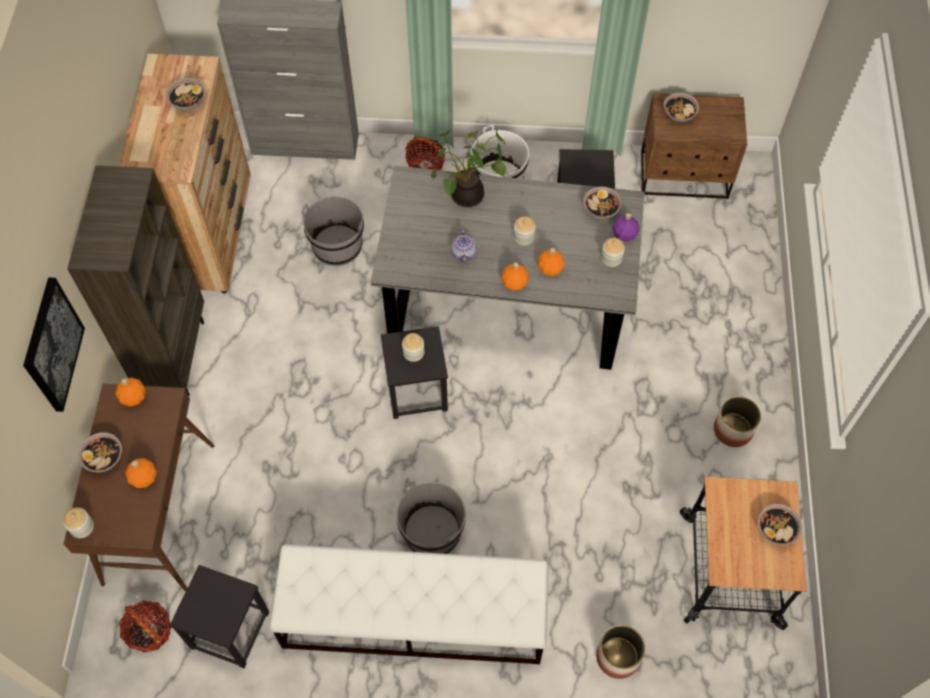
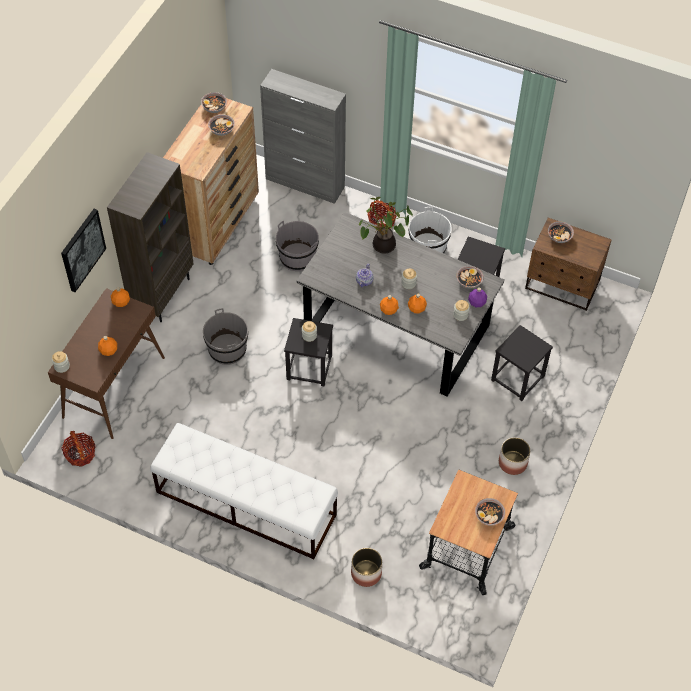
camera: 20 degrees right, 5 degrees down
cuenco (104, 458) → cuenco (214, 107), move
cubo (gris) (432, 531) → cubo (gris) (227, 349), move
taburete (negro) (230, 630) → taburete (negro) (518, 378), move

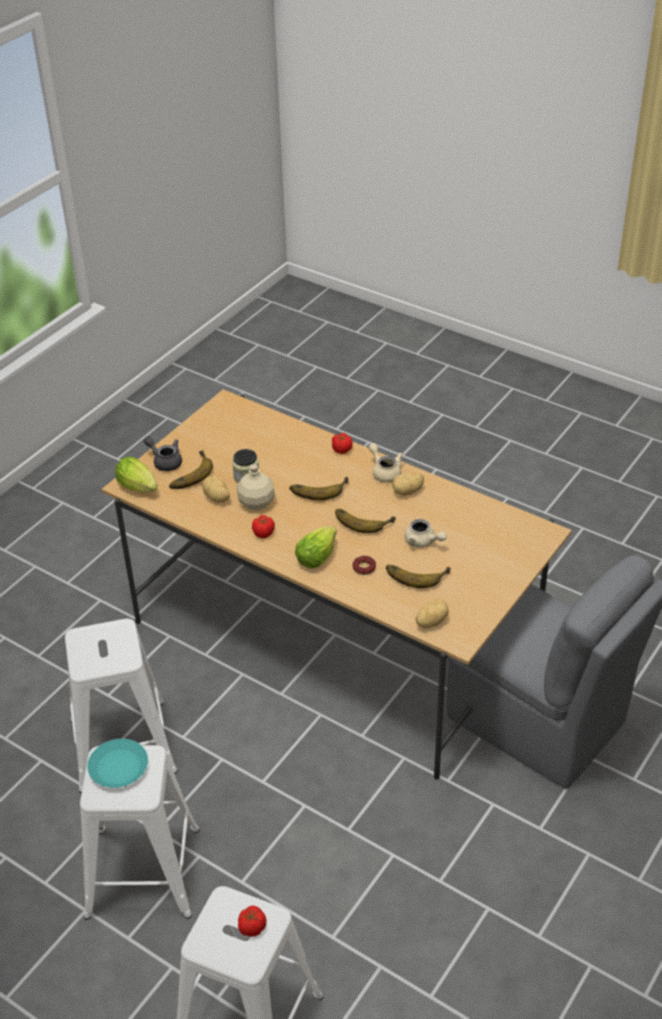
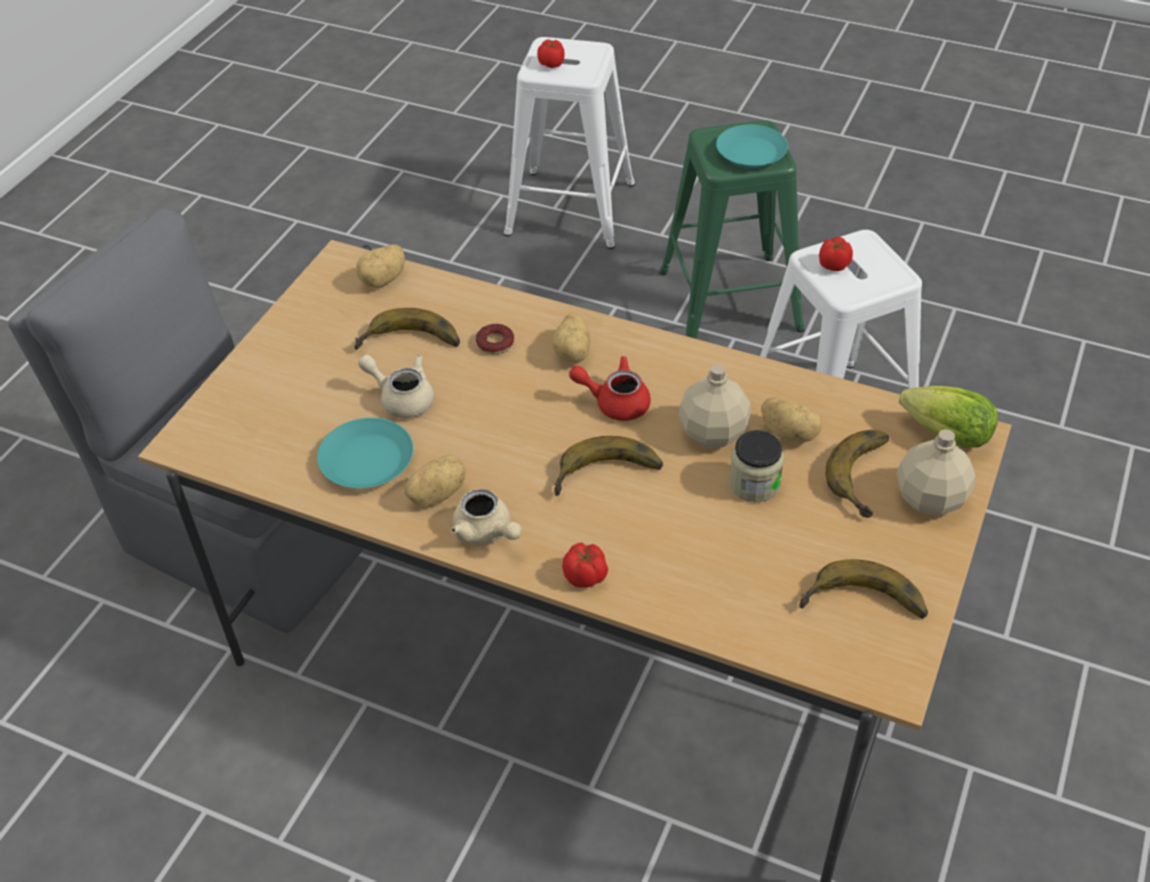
camera: 170 degrees right, 5 degrees up
tetera (gris) (165, 461) → botella (beis) (931, 498)
plátano (363, 520) → plátano (863, 607), move
tomate (264, 533) → tomate (833, 265), move
lechuga (318, 556) → patata (573, 352)
taburete (blanco) (142, 870) → taburete (verde) (732, 301)
- → tetera (rojo) (615, 402)
- → plato (turquesa) (367, 461)

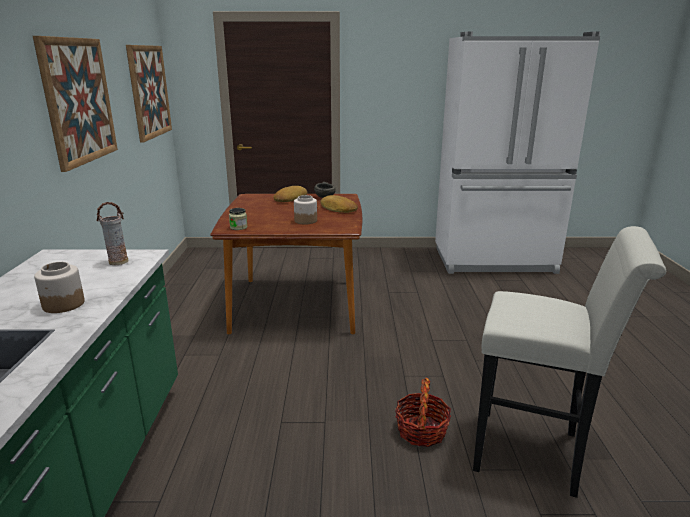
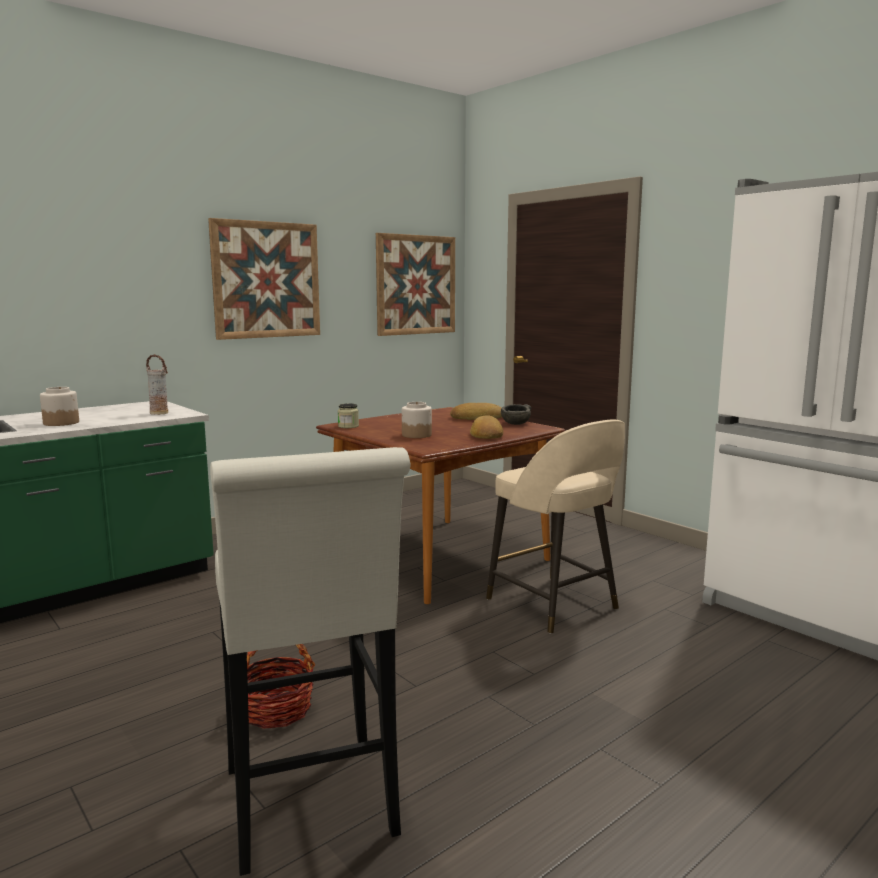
camera: 50 degrees right, 10 degrees down
- → taburete (beis) (554, 605)

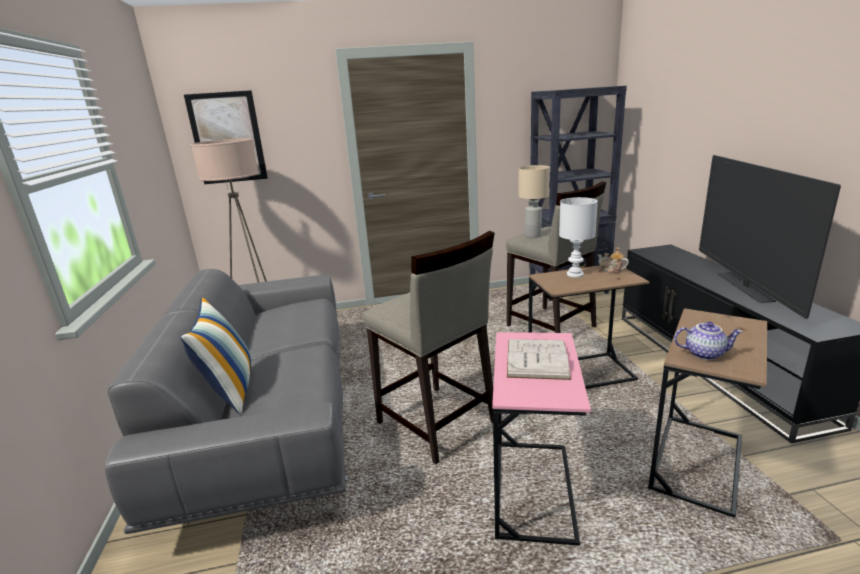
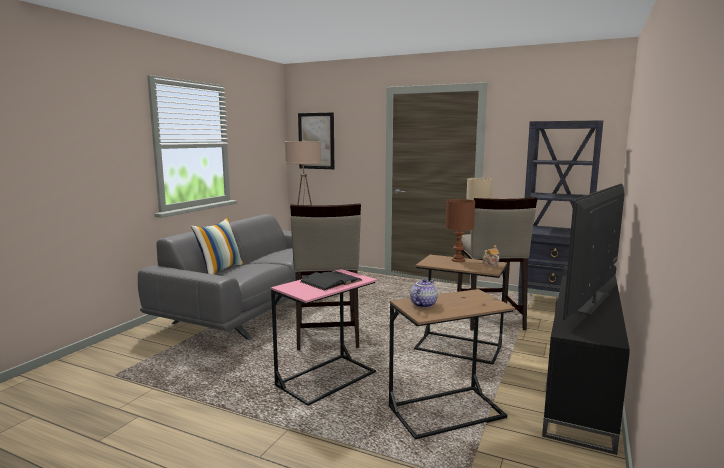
camera: 35 degrees right, 10 degrees down
lámpara de mesa (blanco) (575, 274) → lámpara de mesa (marrón) (458, 260)
tetera (704, 353) → tetera (422, 304), 105 degrees counterclockwise
libro (blanco) (537, 358) → libro (negro) (331, 281)

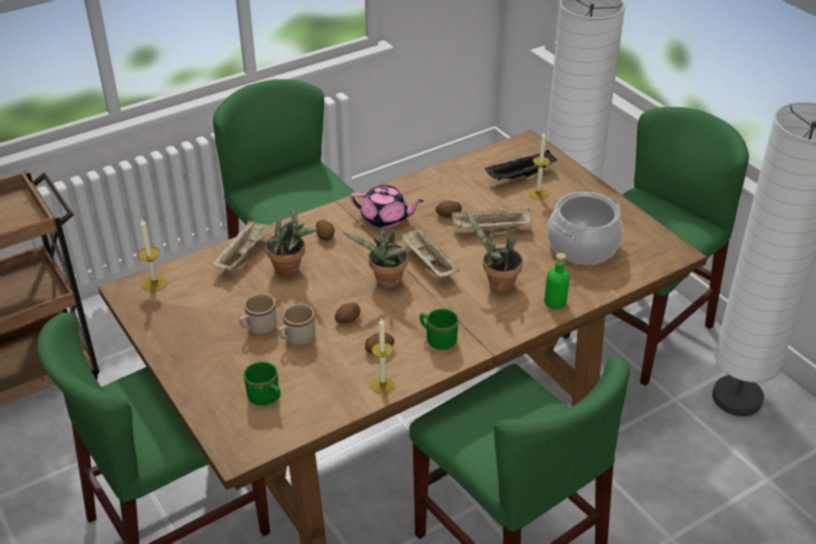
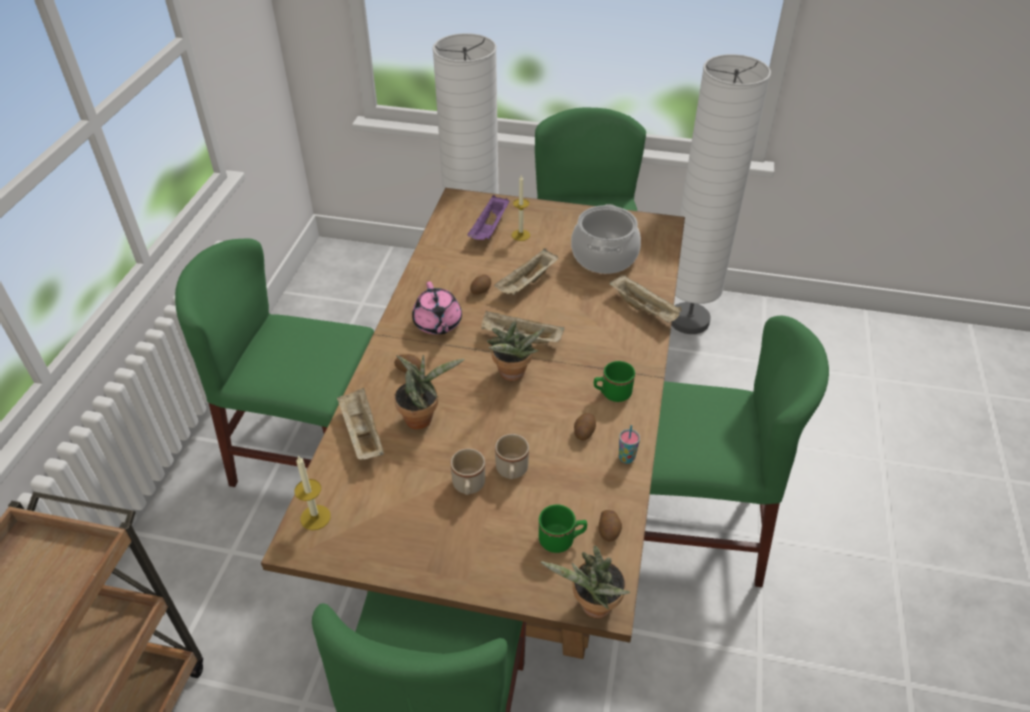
camera: 45 degrees left, 5 degrees up
bandeja (negro) (520, 177) → bandeja (morado) (489, 229)
tetera (rosa) (386, 219) → tetera (rosa) (437, 324), 105 degrees clockwise
planta en maceta (497, 284) → planta en maceta (592, 607), move
botella (verde) (555, 302) → bandeja (beis) (644, 309)
patata (348, 319) → patata (609, 531), move
vela (382, 385) → taza (626, 458)

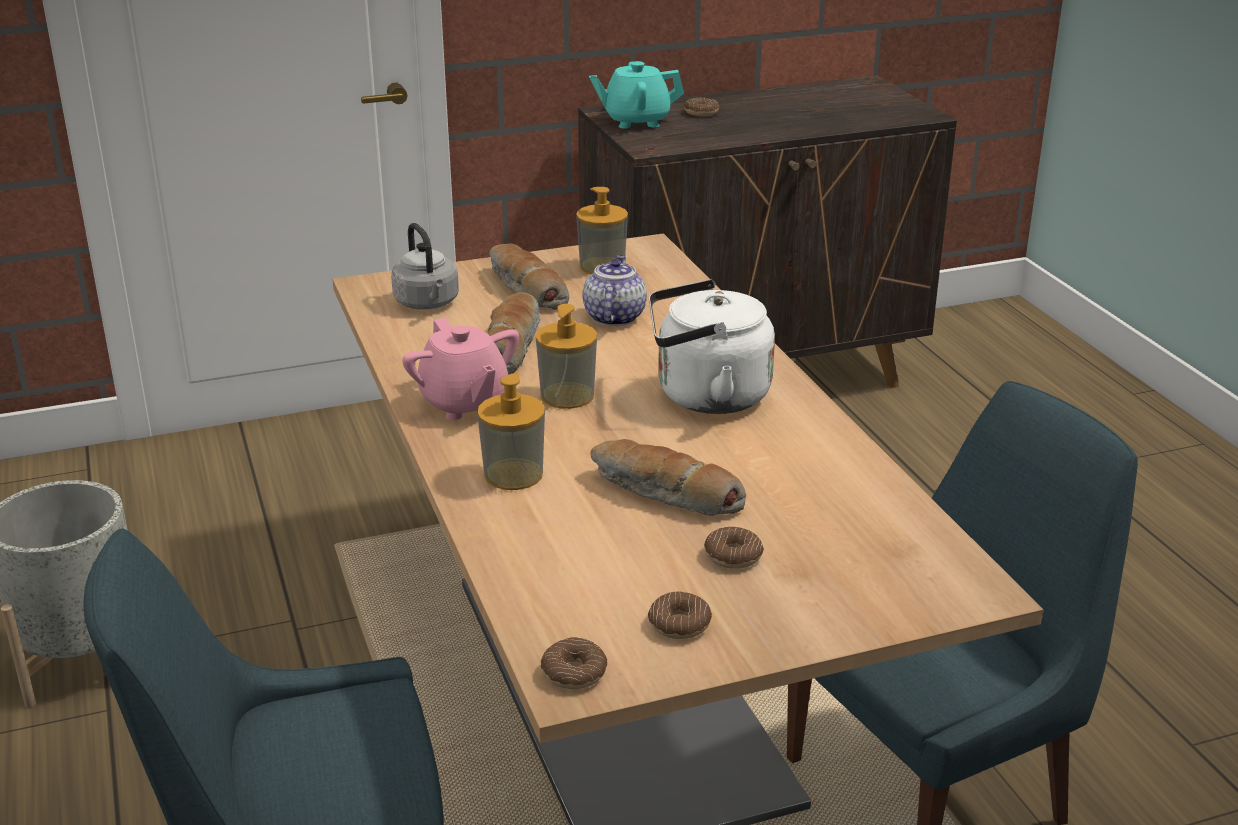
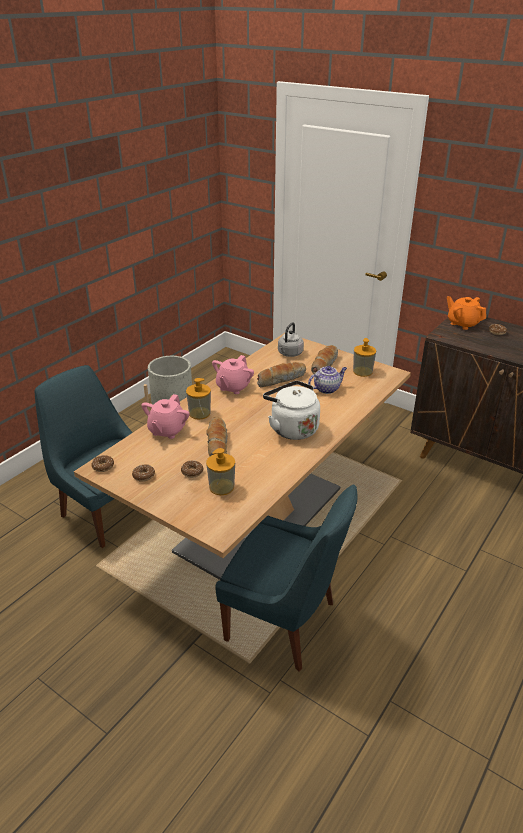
camera: 55 degrees right, 5 degrees up
tetera (turquesa) (636, 121) → tetera (naranja) (463, 324)
dispensador de jabón (567, 395) → dispensador de jabón (221, 487), move
- → tetera (rosa) (167, 430)

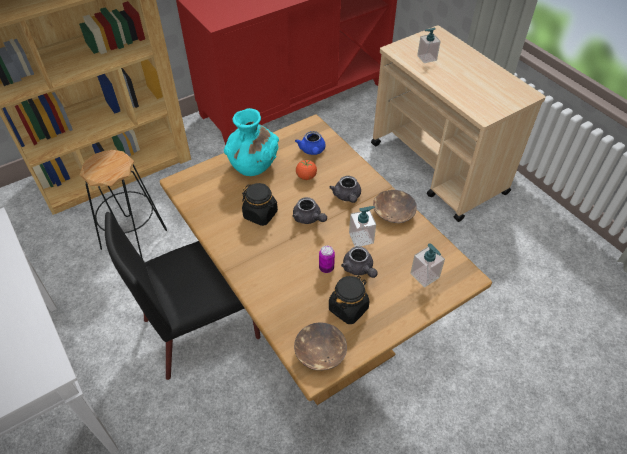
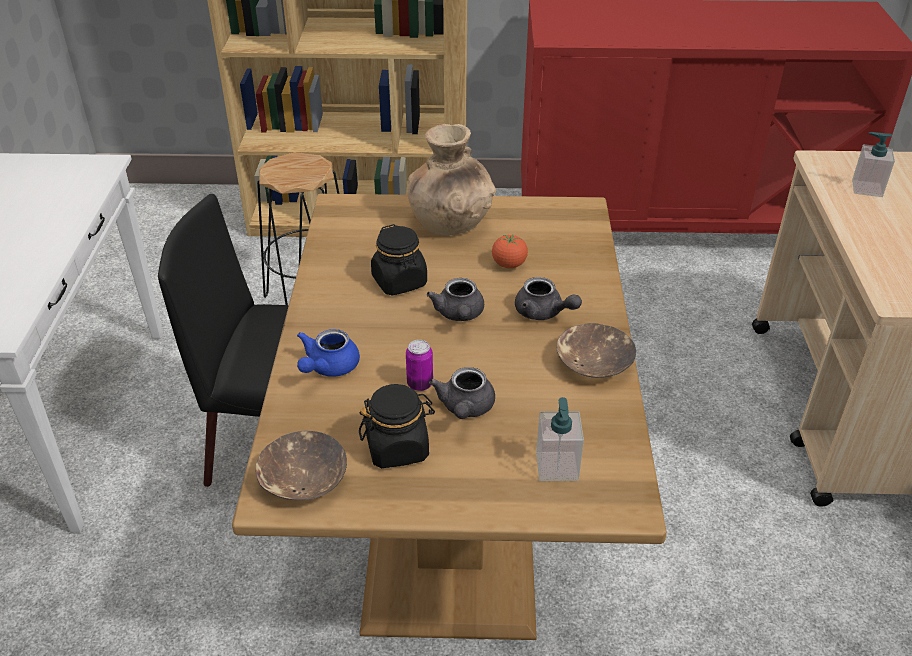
camera: 35 degrees right, 10 degrees down
florero (turquesa) (253, 165) → florero (marrón) (450, 223)
tetera (azul) (312, 151) → tetera (azul) (328, 367), move
tetera (gris) (347, 197) → tetera (gris) (543, 313), 75 degrees counterclockwise
dispensador de jabón (361, 238) → -

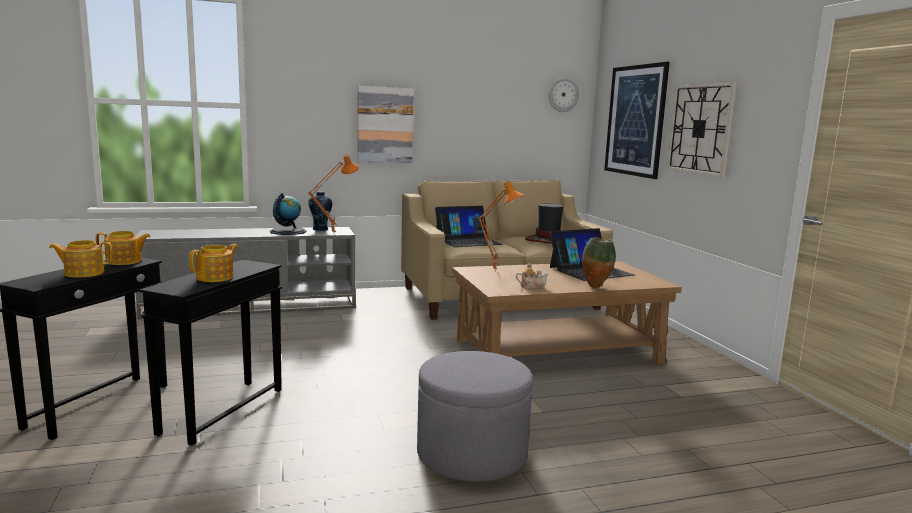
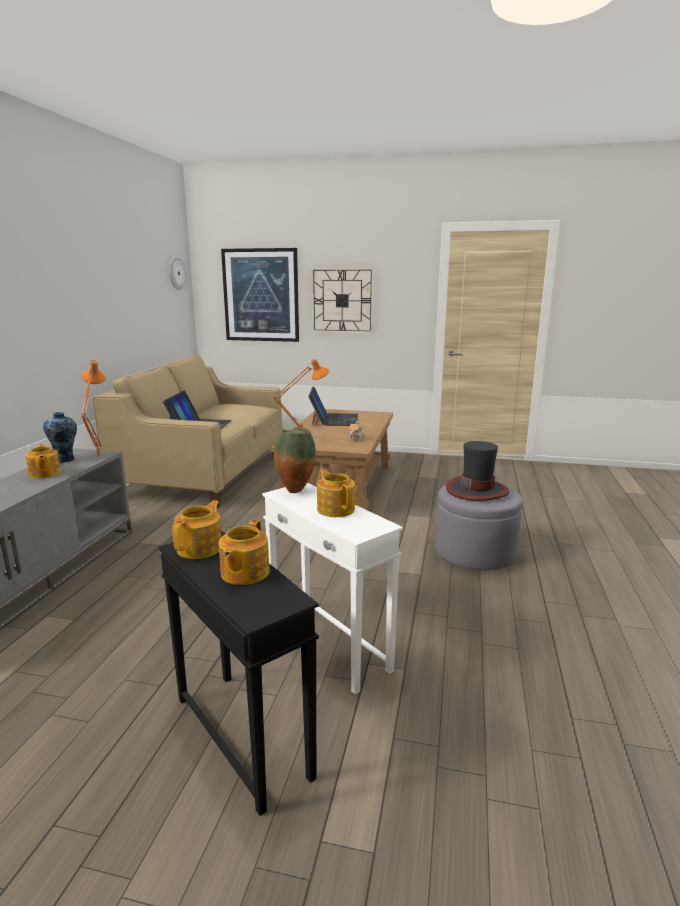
camera: 60 degrees left, 5 degrees up
cuadro (385, 125) → -
globo terráqueo (288, 231) → tetera (44, 473)
sombrero (548, 240) → sombrero (477, 490), move
florero (596, 287) → florero (295, 491), move
mesa auxiliar (negro) (221, 410) → mesa auxiliar (blanco) (327, 646)

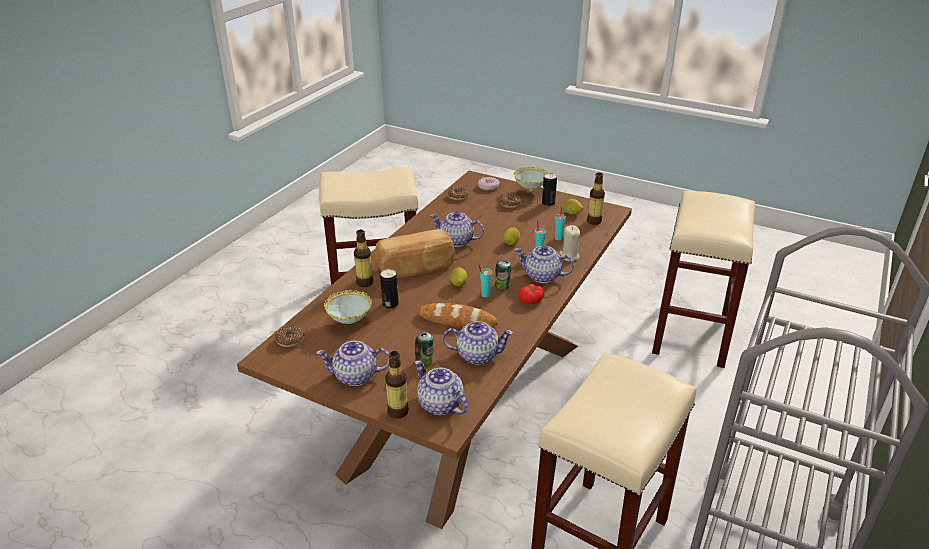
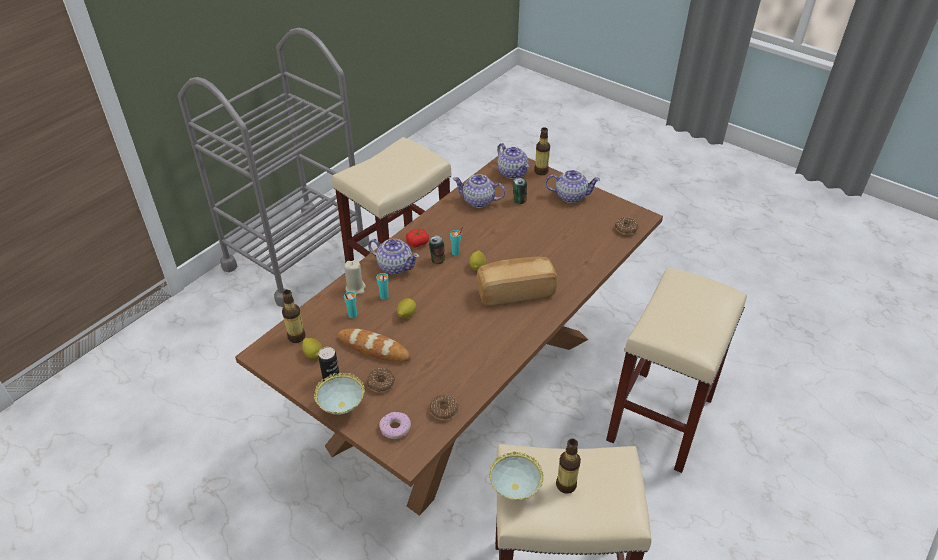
camera: 170 degrees left, 10 degrees up
taburete (beis) (690, 332) → taburete (beis) (660, 420), move
tetera (457, 241) → -
botella (365, 283) → botella (566, 485), move
lata (390, 304) → -
cuenco (350, 323) → cuenco (515, 490), move
pan (457, 320) → pan (374, 348), move

